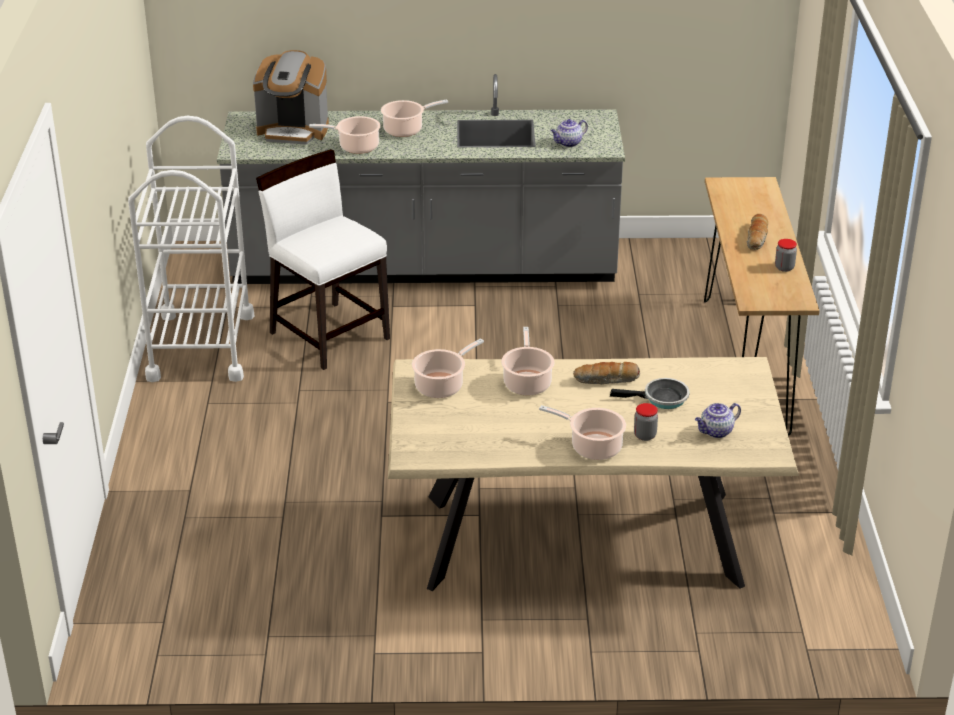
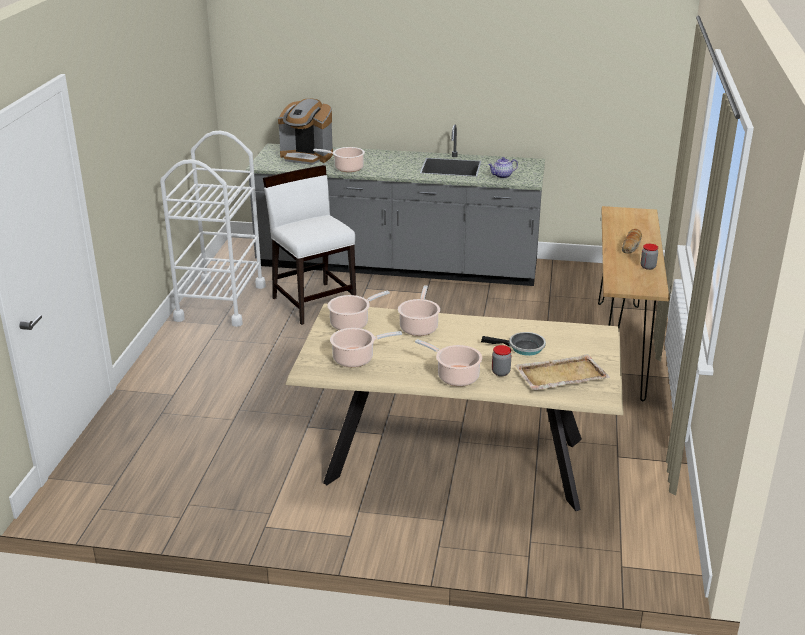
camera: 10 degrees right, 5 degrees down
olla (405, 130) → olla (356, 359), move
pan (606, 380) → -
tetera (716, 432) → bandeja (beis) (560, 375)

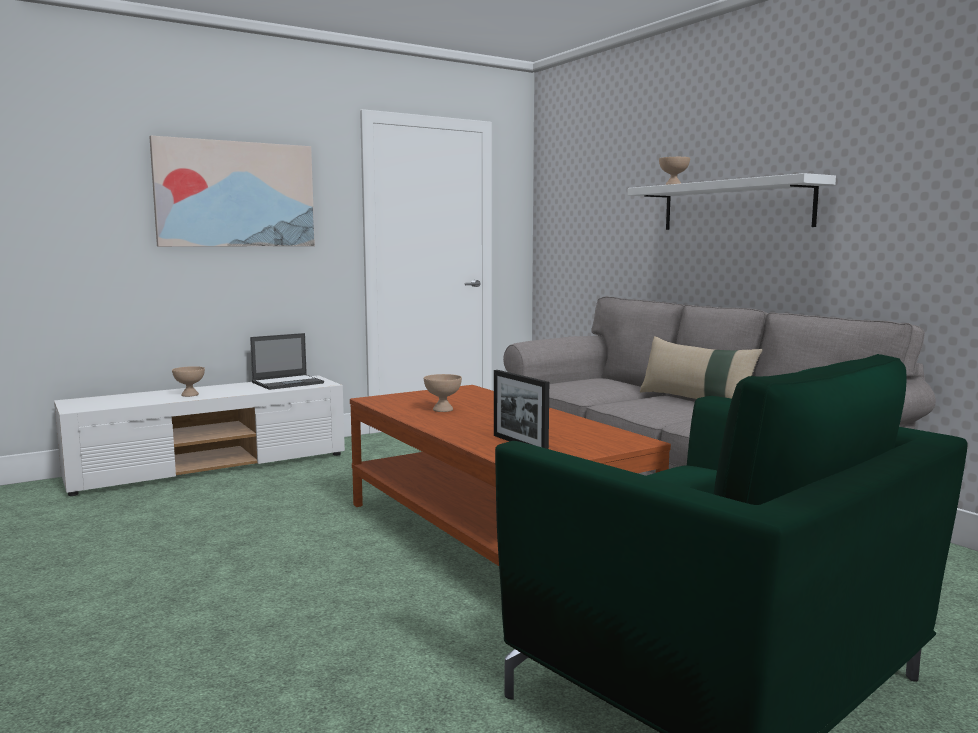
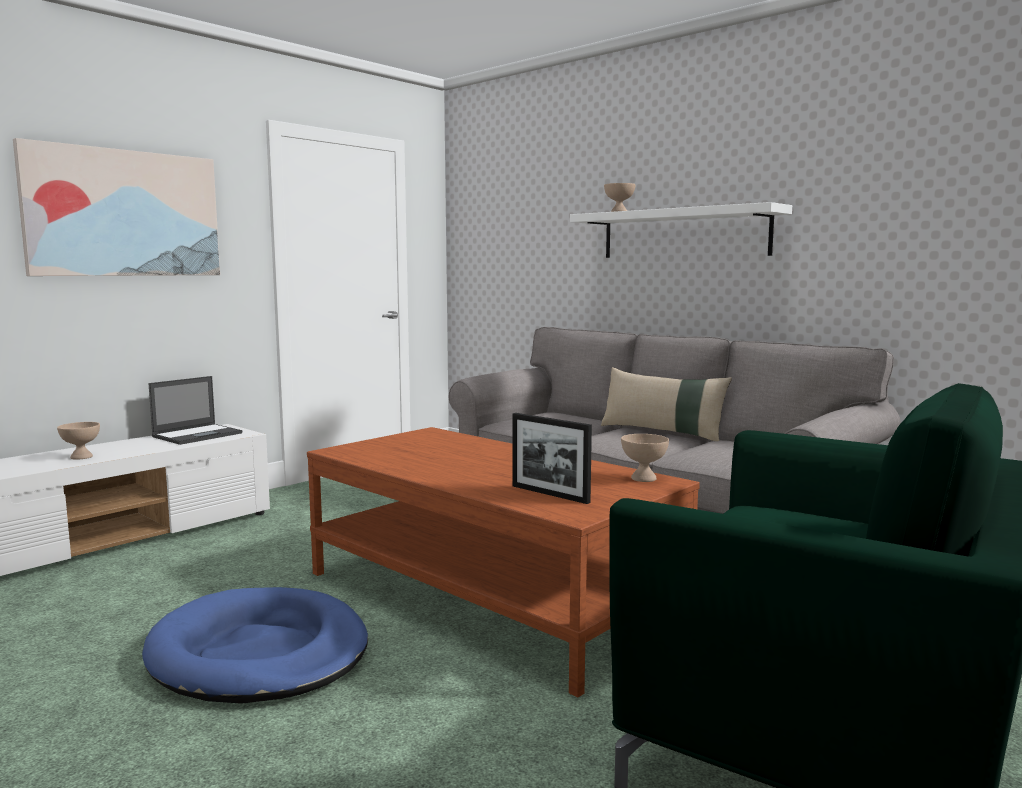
camera: 15 degrees left, 0 degrees up
cuenco (beis) (442, 410) → cuenco (beis) (643, 478), move
- → cama para perro (azul) (259, 653)

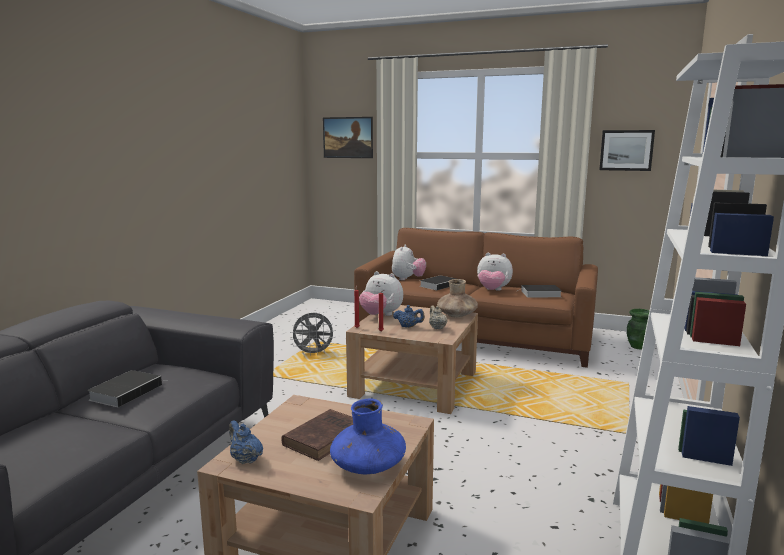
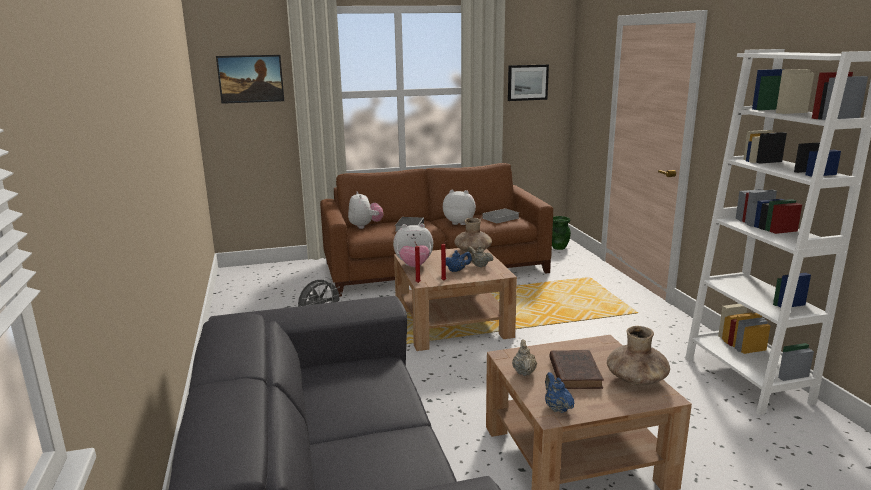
camera: 35 degrees left, 5 degrees up
peluche (493, 290) → peluche (460, 223), 150 degrees counterclockwise
libro (127, 391) → -
florero (azul) (368, 466) → florero (marrón) (636, 379)
tetera (azul) (245, 459) → tetera (azul) (557, 408), 60 degrees clockwise
- → tetera (beis) (524, 371)

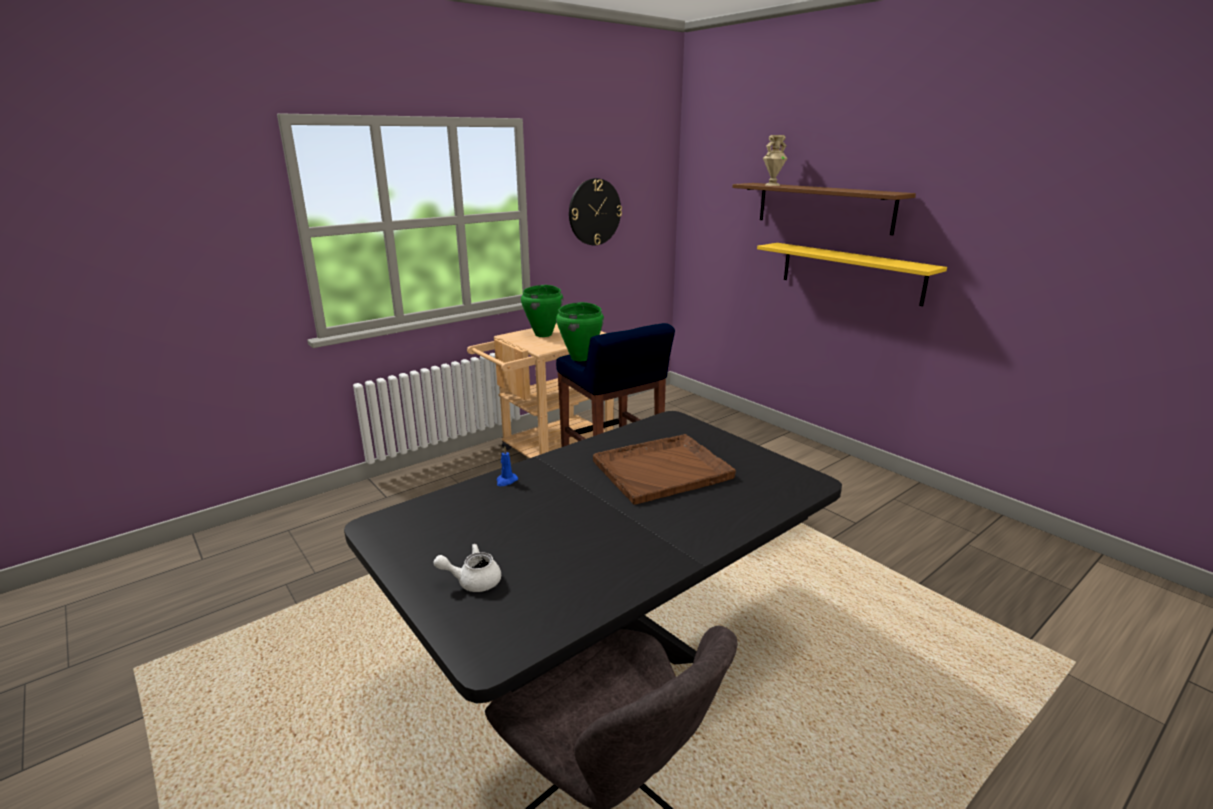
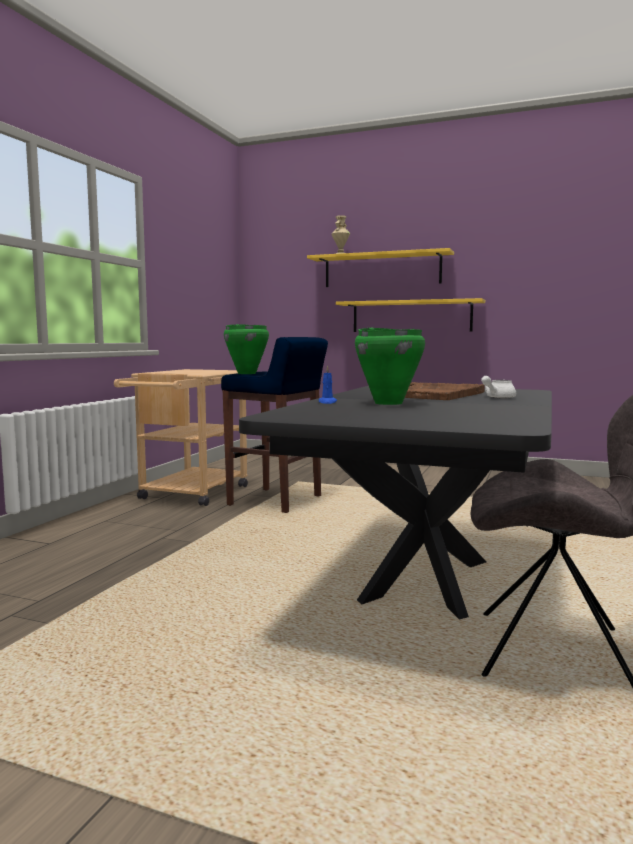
camera: 30 degrees left, 15 degrees down
reloj de pared (594, 212) → -
estante (marrón) (823, 207) → estante (amarillo) (382, 270)
olla (verde) (543, 334) → olla (verde) (388, 403), move
tetera (blanco) (473, 581) → tetera (blanco) (497, 397), move

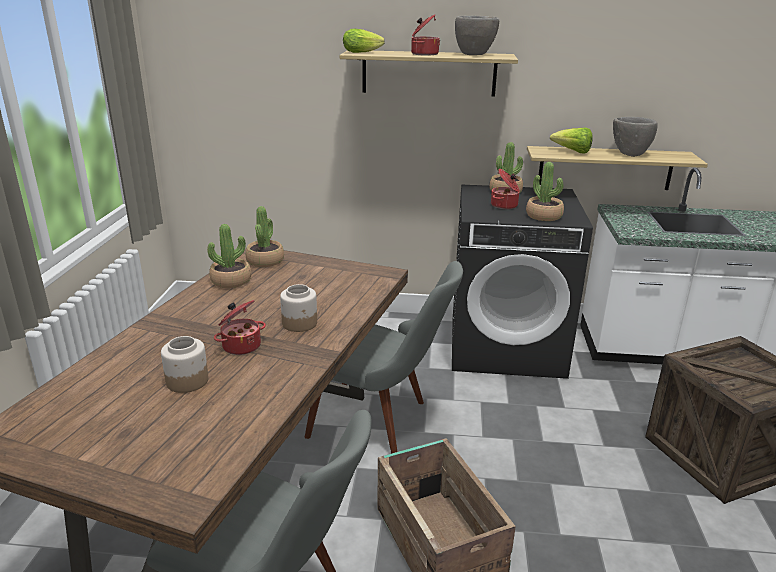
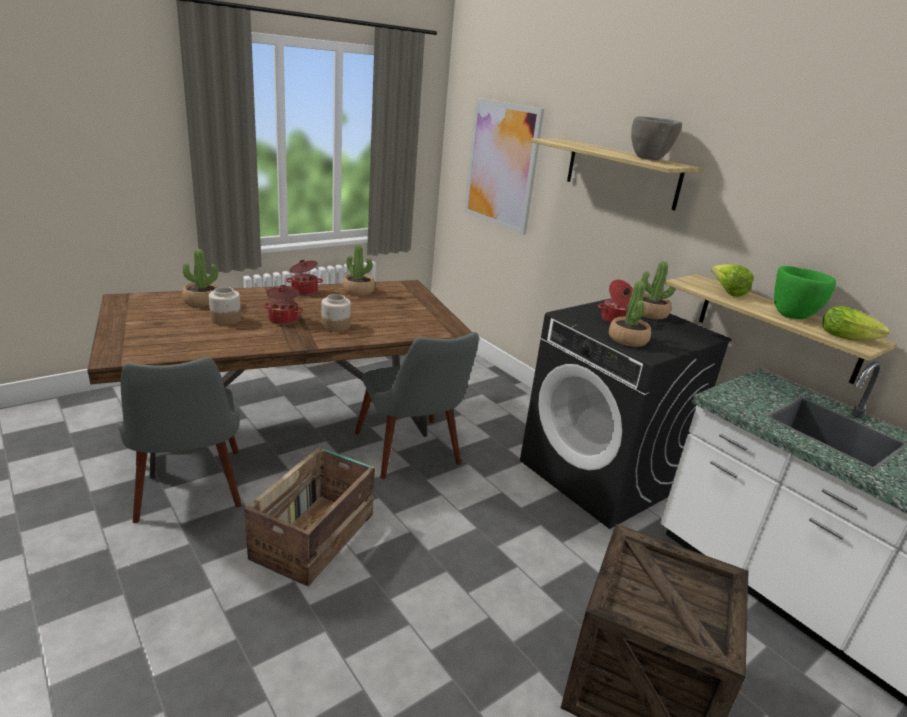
camera: 45 degrees right, 0 degrees up
olla (424, 54) → olla (304, 291), move
lechuga (364, 52) → lechuga (850, 338), move
cuenco (gris) (629, 154) → cuenco (verde) (792, 315)
planta en maceta (265, 261) → planta en maceta (202, 301), move
- → cuadro (502, 165)

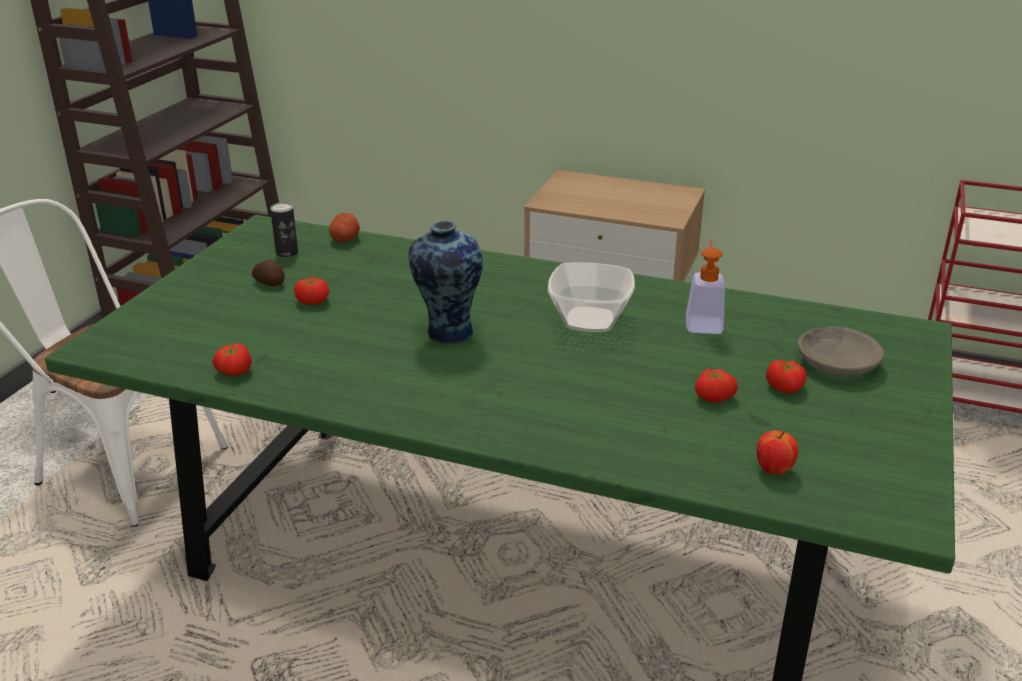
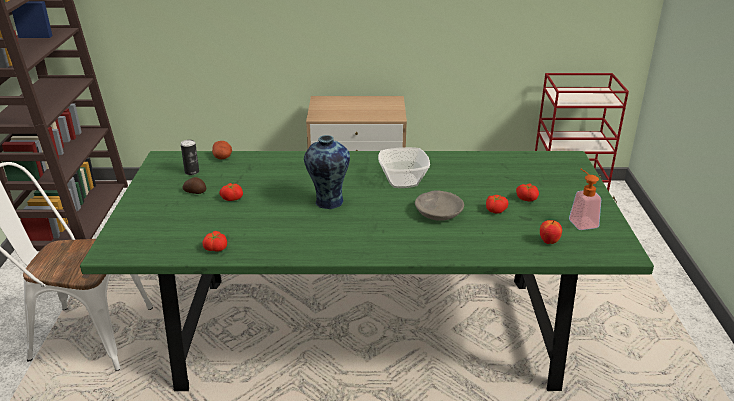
camera: 20 degrees left, 0 degrees up
dispensador de jabón (703, 322) → dispensador de jabón (580, 221), move
cuenco (gris) (837, 362) → cuenco (gris) (438, 212), move

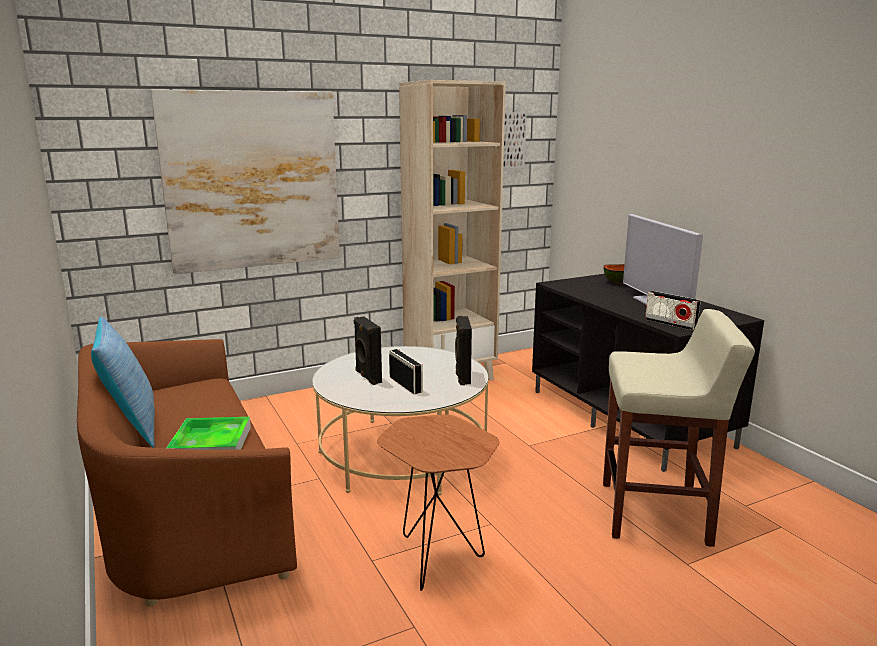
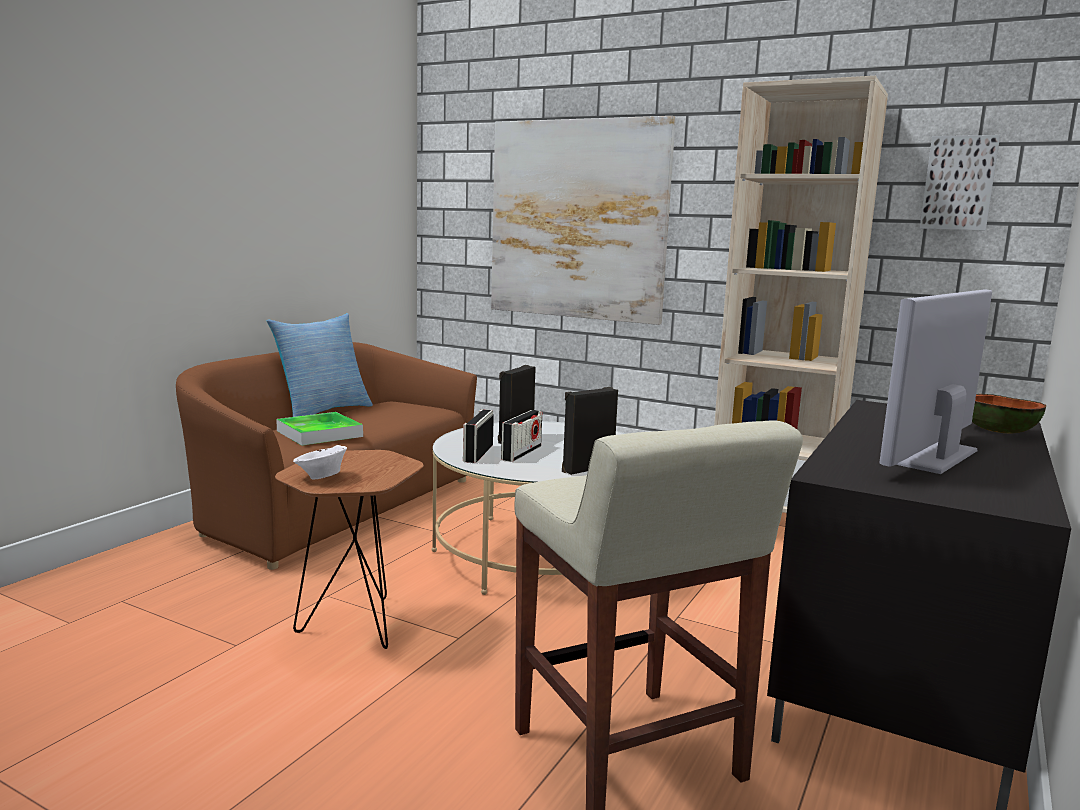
camera: 55 degrees right, 5 degrees down
radio (670, 324) → radio (478, 453), move
- → cuenco (blanco) (321, 477)

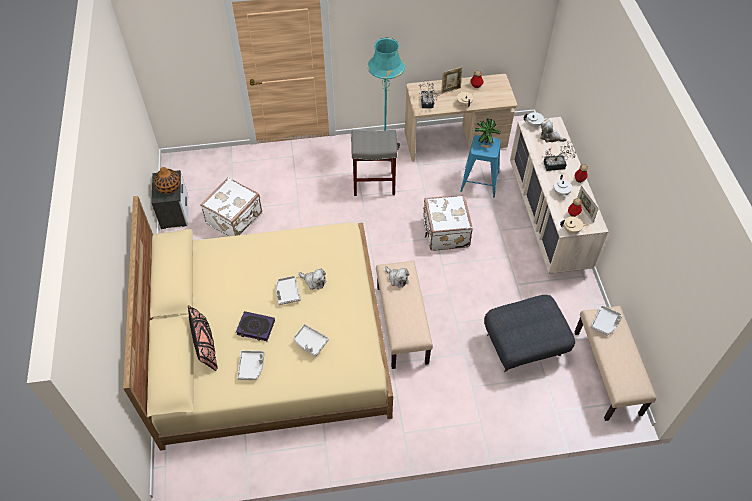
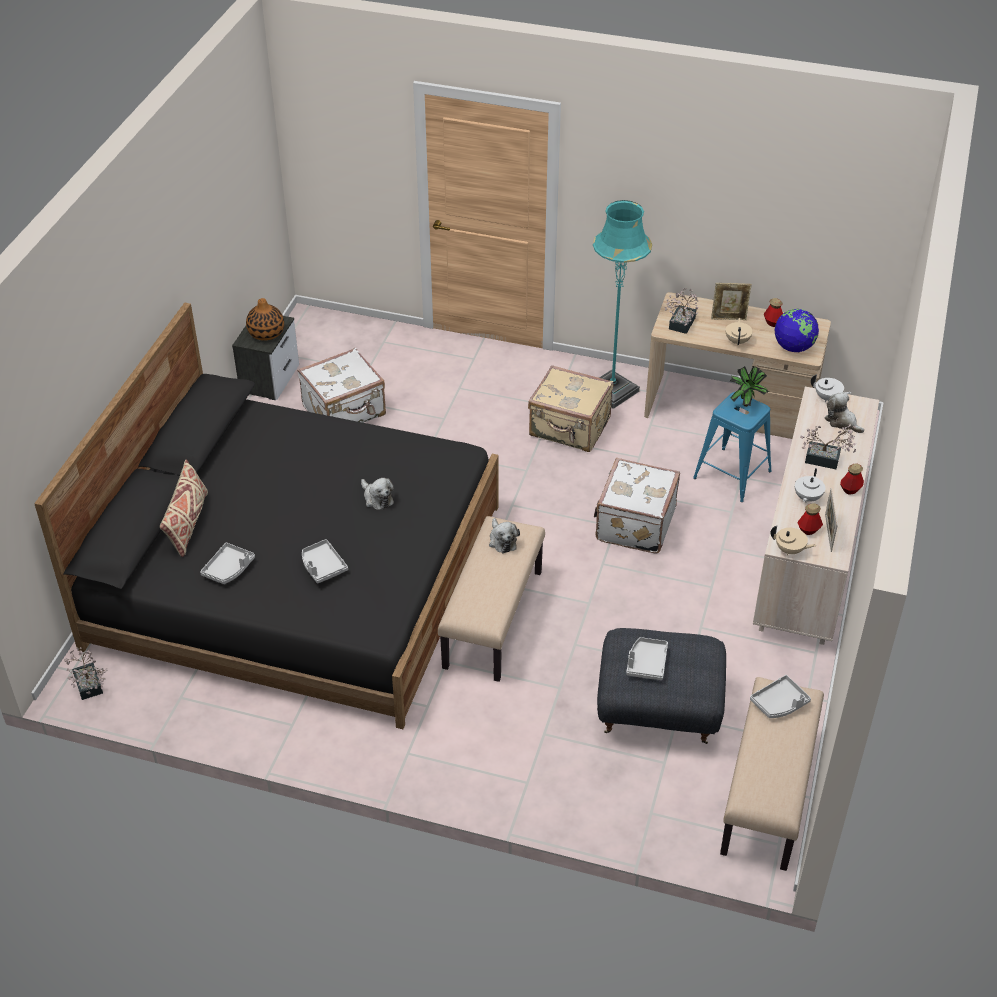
camera: 25 degrees right, 10 degrees down
taburete (gris) (374, 183) → maleta (beis) (569, 428)
cama (beis) (269, 341) → cama (negro) (296, 574)
bandeja (gris) (287, 293) → bandeja (gris) (646, 663), move
cojín (negro) (205, 345) → cojín (beis) (187, 524)
libro (255, 328) → -
- → globo terráqueo (793, 347)
- → planta en maceta (89, 688)

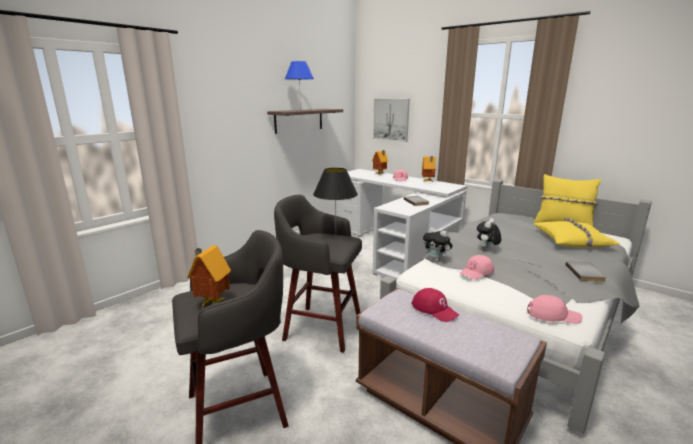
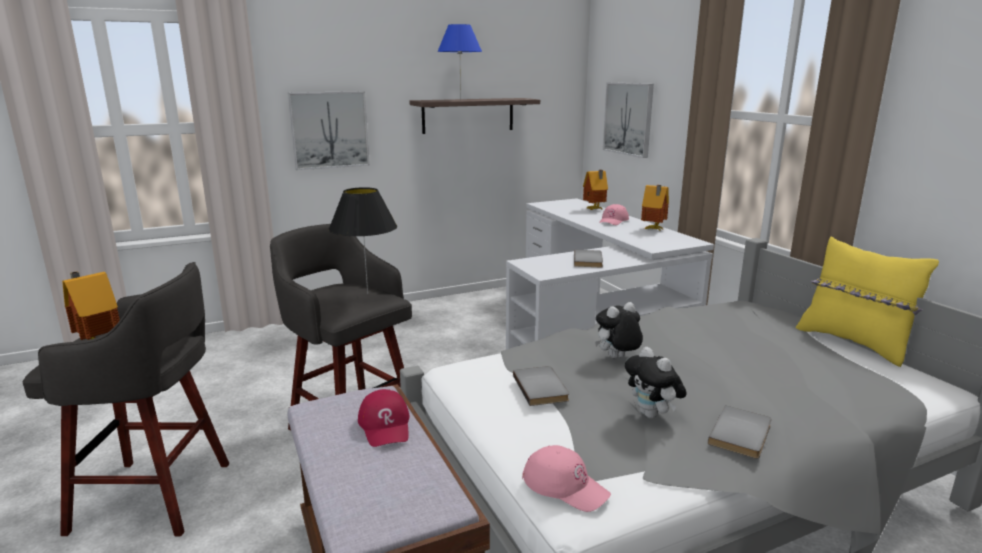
camera: 25 degrees right, 0 degrees up
cojín (amarillo) (572, 241) → -
peluche (436, 260) → peluche (652, 415), move
gorra (rosa) (476, 272) → libro (gris) (542, 388)
- → cuadro (329, 130)

